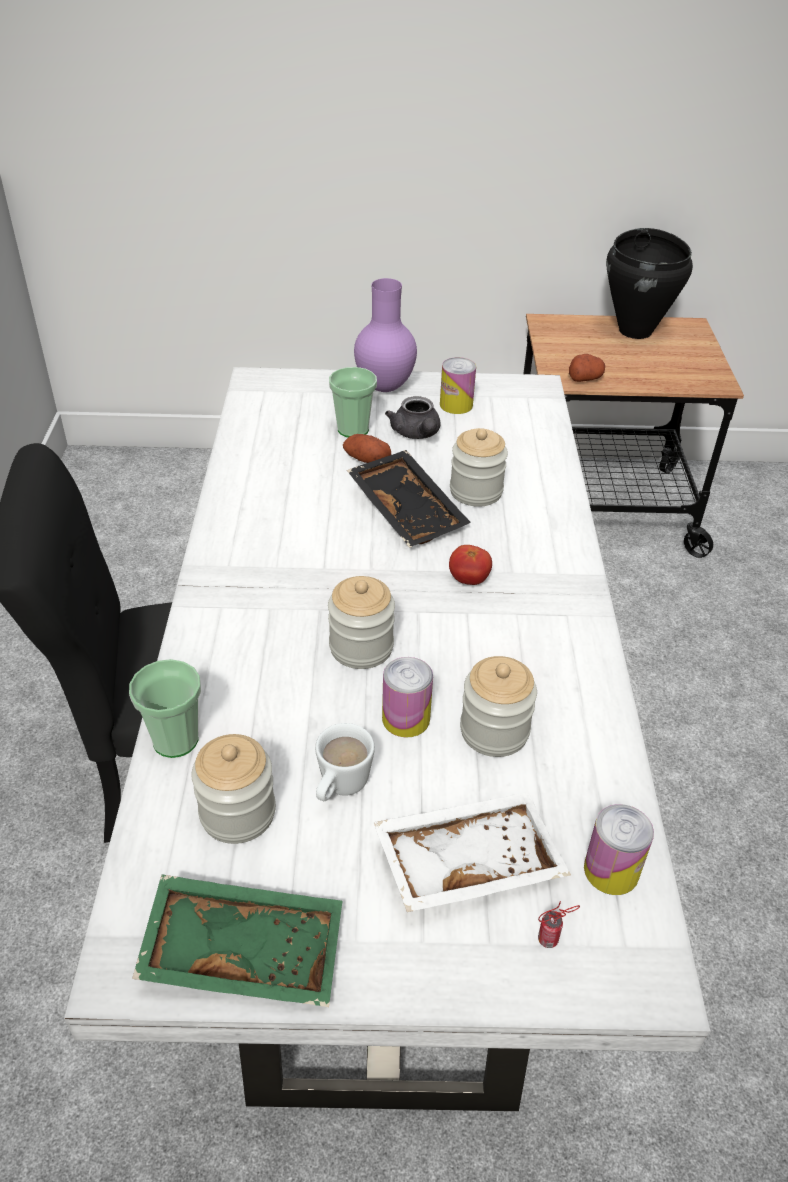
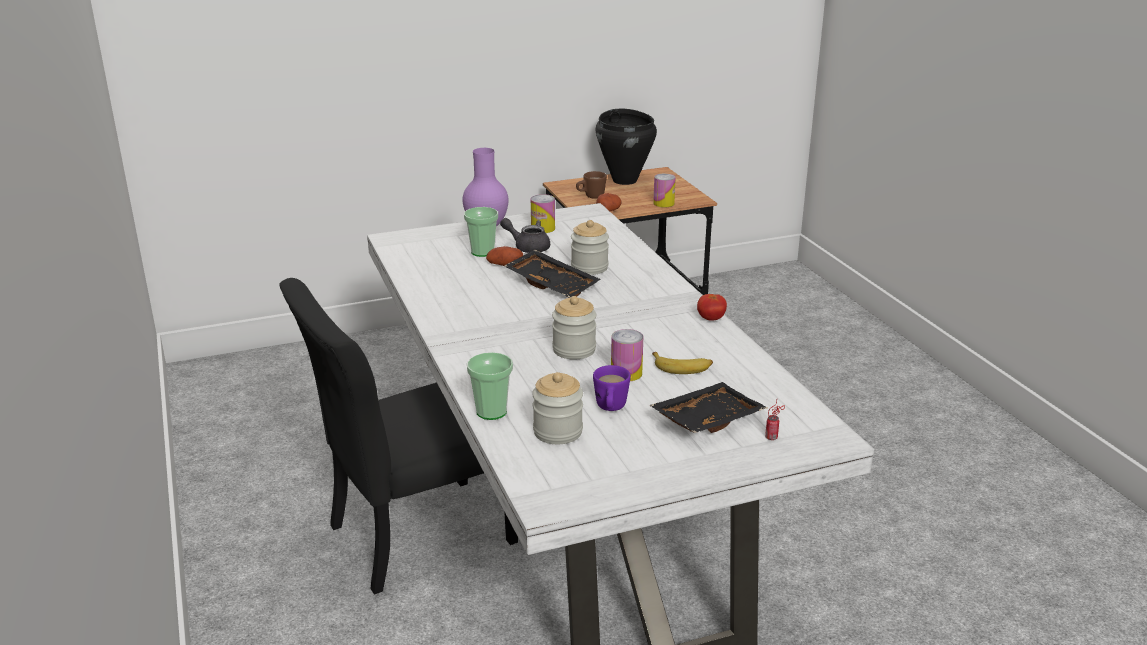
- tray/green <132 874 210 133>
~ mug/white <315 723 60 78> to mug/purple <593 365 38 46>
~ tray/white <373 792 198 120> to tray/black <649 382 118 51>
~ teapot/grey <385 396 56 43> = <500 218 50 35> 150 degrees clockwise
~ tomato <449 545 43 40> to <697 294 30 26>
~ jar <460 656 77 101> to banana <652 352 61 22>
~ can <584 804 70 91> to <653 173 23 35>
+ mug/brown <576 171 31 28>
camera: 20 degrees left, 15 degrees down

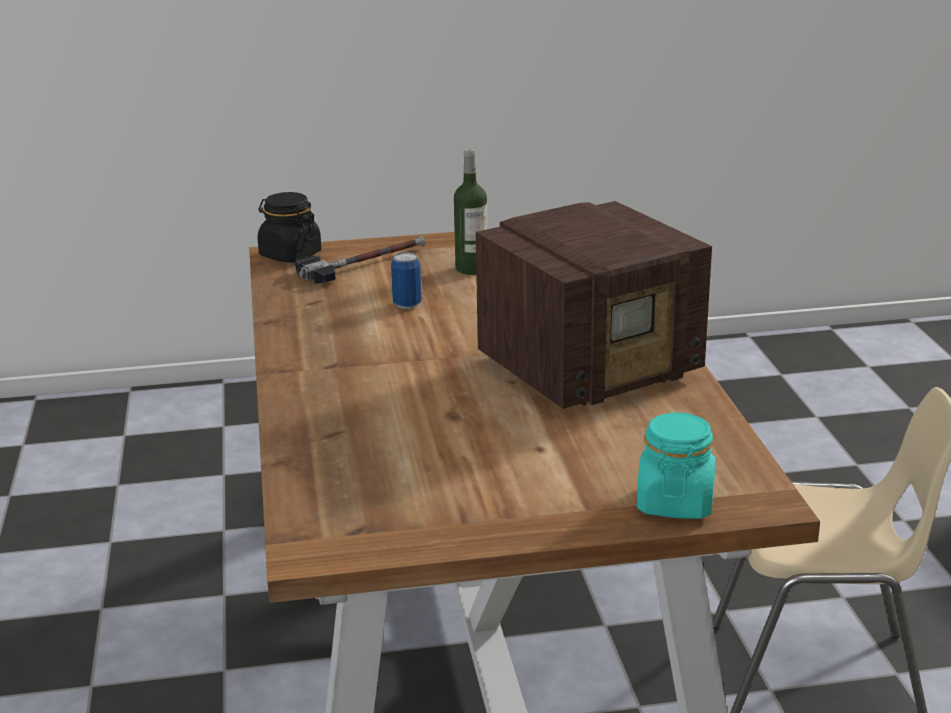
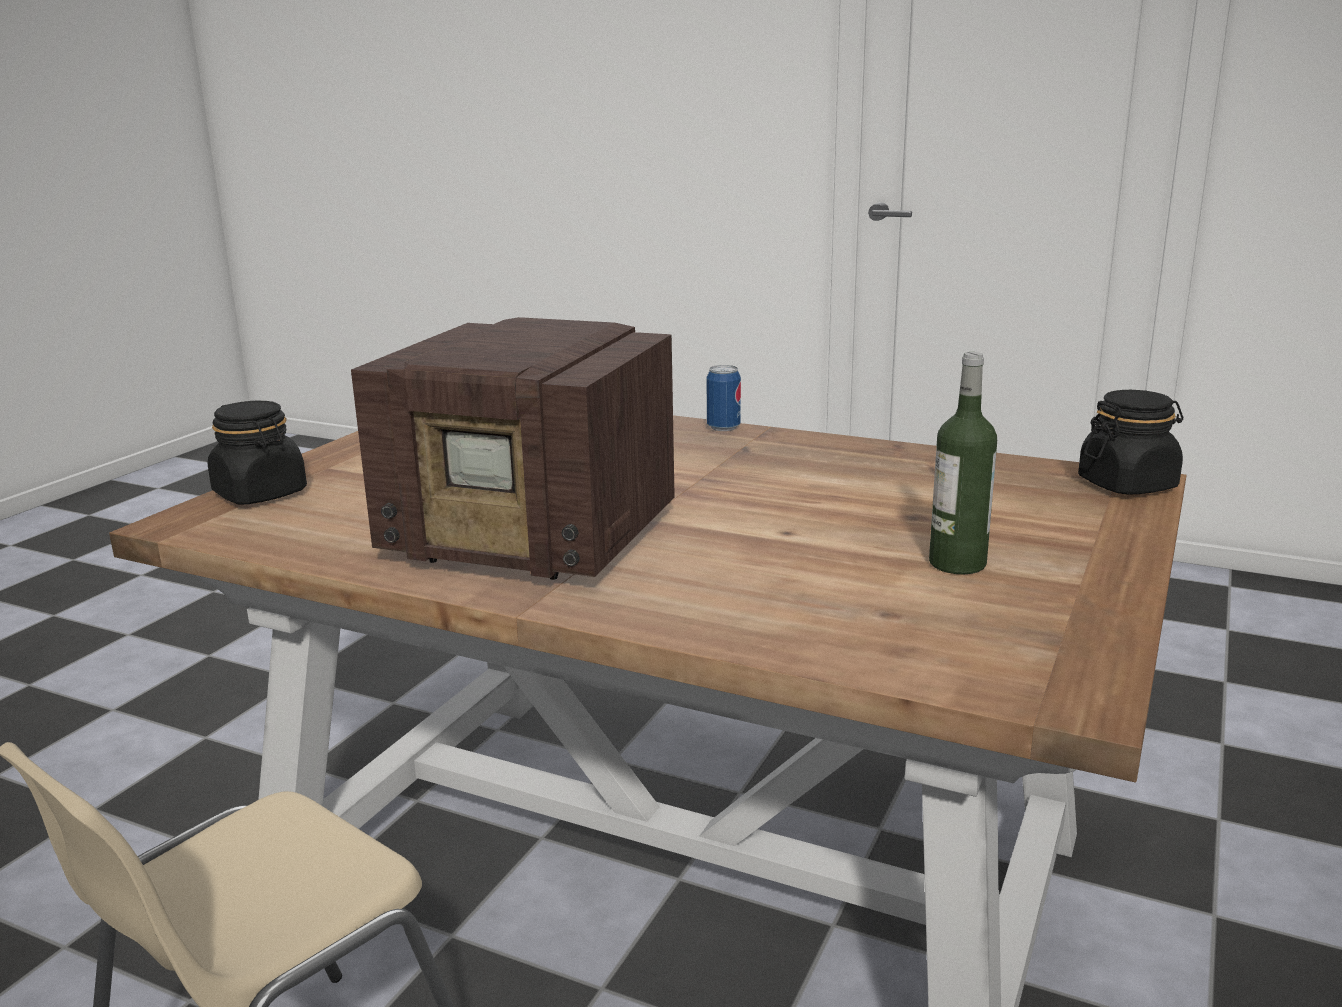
- hammer <295 236 130 48>
~ can <391 252 31 57> to <707 365 34 66>
~ radio <476 201 236 208> = <351 317 324 263> 75 degrees counterclockwise
~ jar/turquoise <637 412 79 107> to jar/black <208 401 99 103>
camera: 125 degrees right, 5 degrees down

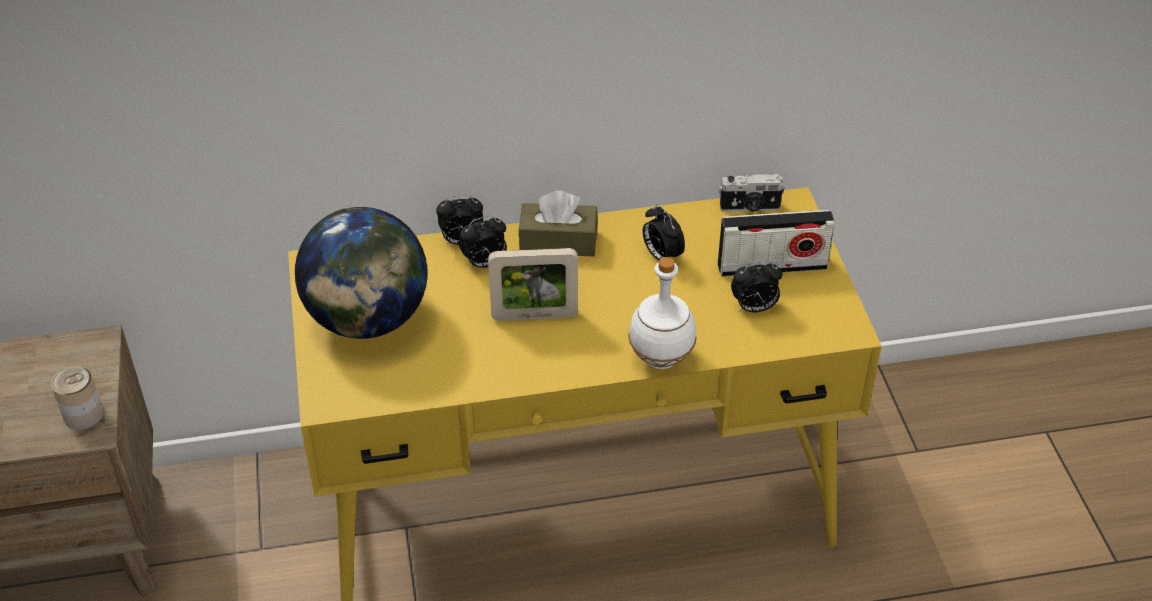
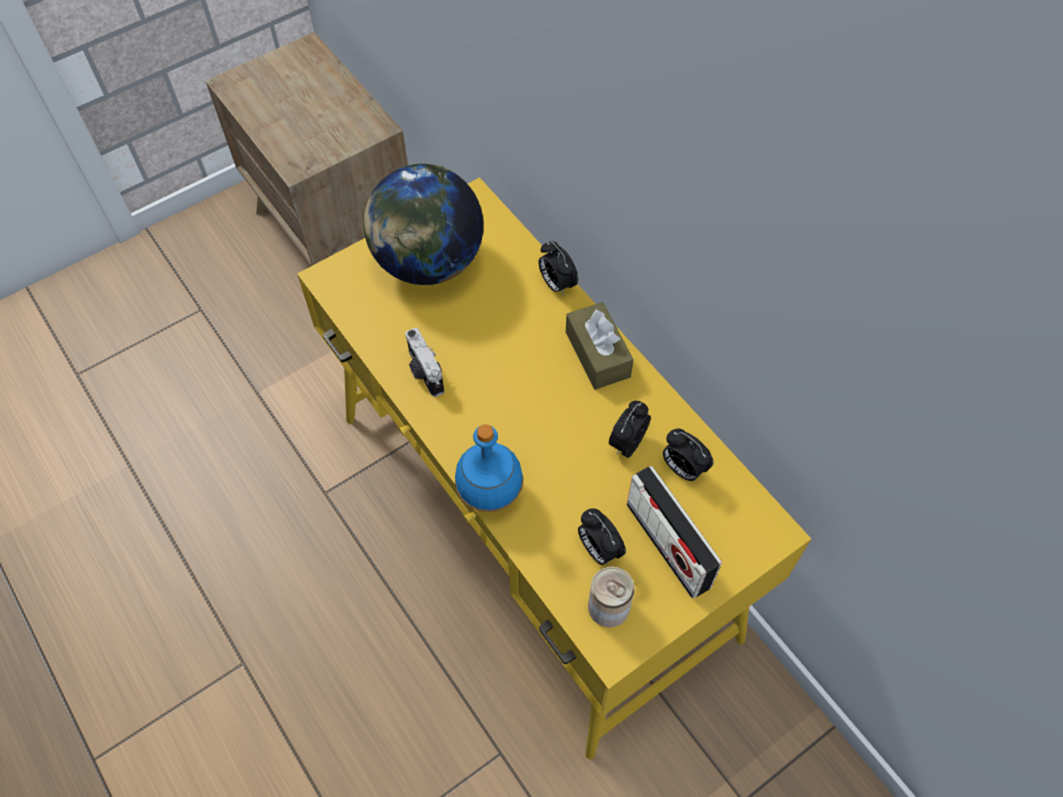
~ can <51 366 52 64> to <588 566 47 61>
~ alarm clock <459 216 48 53> to <663 429 50 52>
- picture frame <488 248 90 73>
~ bottle/white <628 257 68 112> to bottle/blue <455 424 68 88>
~ photo camera <719 174 66 38> to <405 328 39 69>
camera: 65 degrees right, 15 degrees up

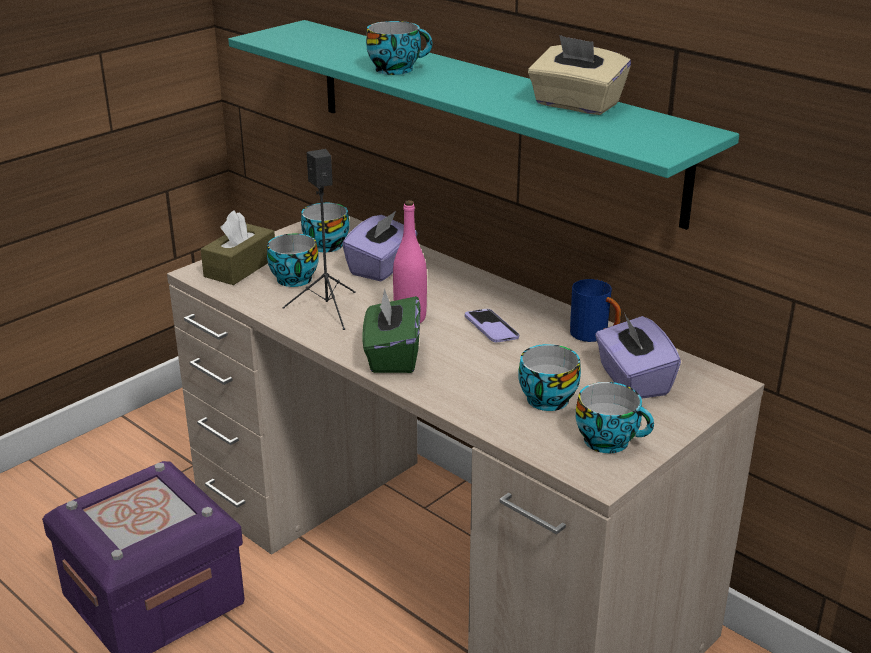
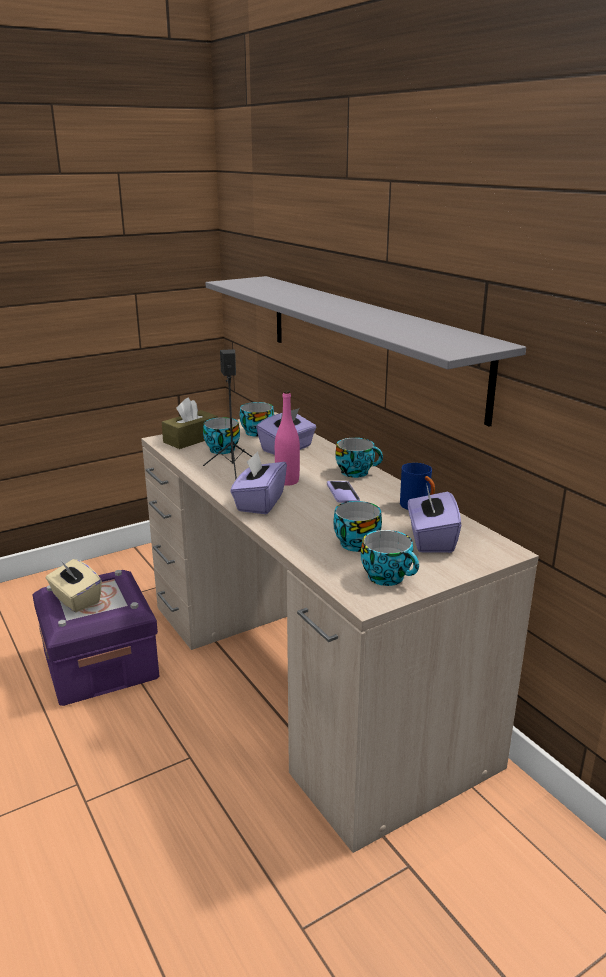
~ shelf/turquoise <228 20 511 210> to shelf/grey <206 276 320 151>
~ tissue box/green <362 288 58 85> to tissue box/purple <230 451 57 63>
~ cup <366 21 66 54> to <335 438 48 40>
~ tissue box/beige <528 35 103 80> to <46 559 56 53>
camera: 15 degrees right, 5 degrees down

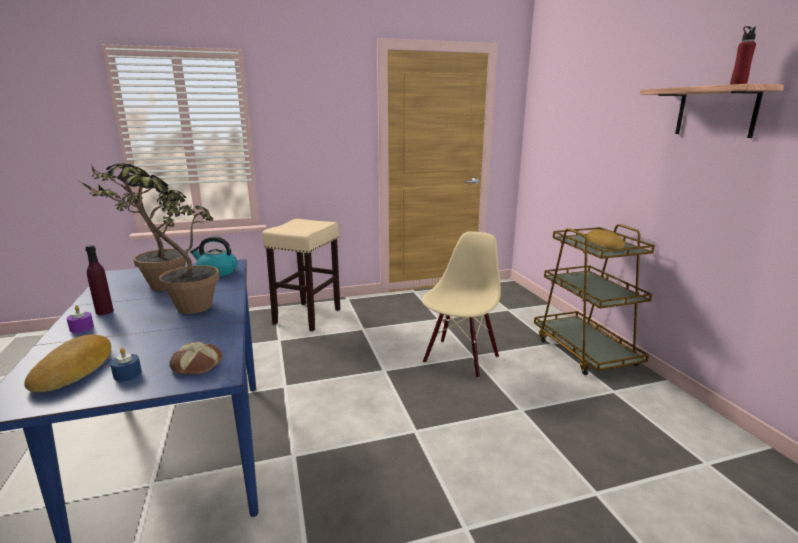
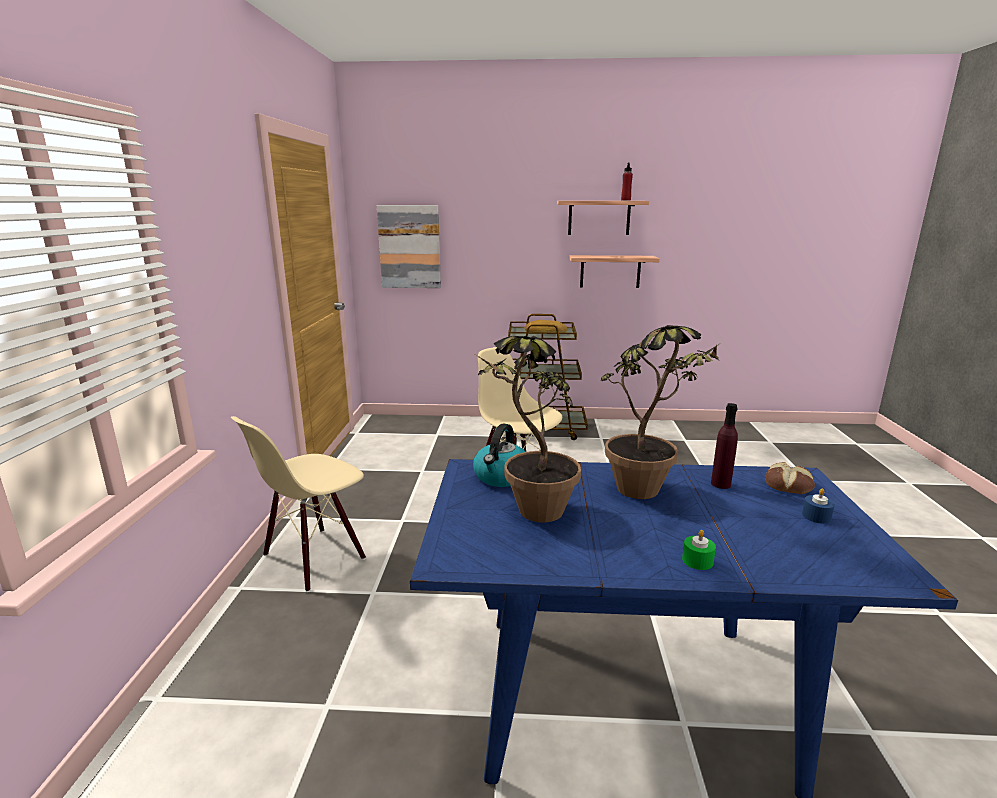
- bread <24 334 87 58>
~ candle/purple <66 306 28 27> to candle/green <682 530 34 40>
~ bottle/purple <85 245 29 70> to <711 403 27 86>
~ stool/beige <262 219 78 112> to chair/beige <231 416 135 176>
+ picture <377 205 64 83>
+ shelf <569 255 91 33>
camera: 70 degrees left, 0 degrees up

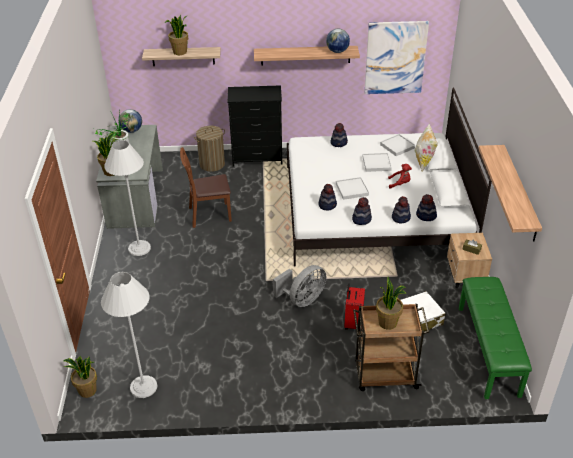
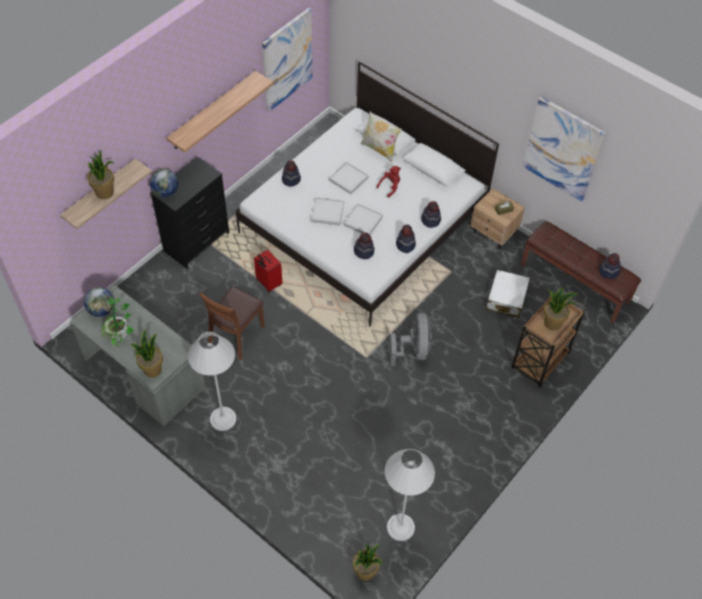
- laundry basket <194 126 31 46>
~ globe <326 29 24 24> to <149 169 29 28>
~ suitcase/red <344 284 21 46> to <254 249 28 43>
~ tray/white <380 134 35 22> to <311 197 33 29>
~ hat <416 194 21 27> to <599 253 22 26>
~ bench/green <459 277 73 122> to bench/brown <521 221 120 103>
~ shelf <478 145 64 97> to picture <523 97 82 105>
camera: 50 degrees left, 15 degrees up

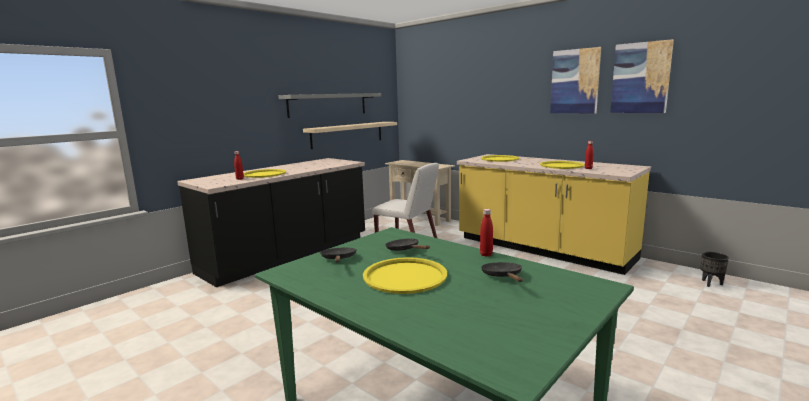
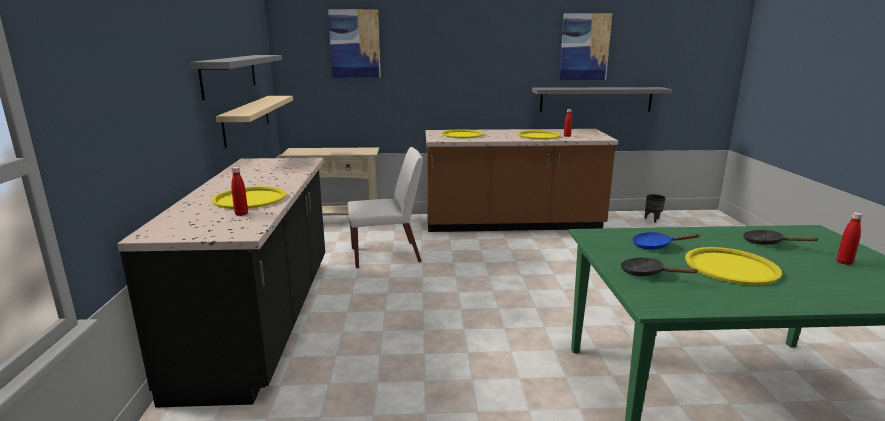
~ frying pan/black <385 239 45 12> to frying pan/blue <632 232 68 18>
~ counter/yellow <457 154 194 121> to counter/brown <426 129 192 103>
~ bottle/red <480 209 13 48> to <837 212 26 53>
~ picture <550 47 51 66> to <328 9 53 69>
+ shelf/grey <532 87 140 25>
camera: 45 degrees left, 5 degrees up

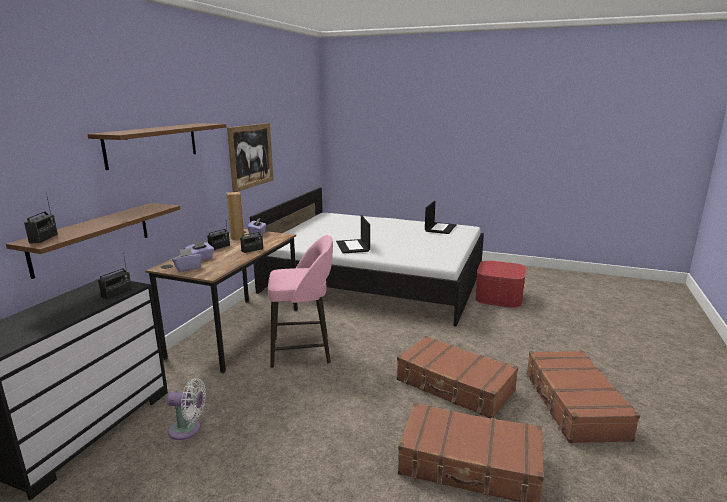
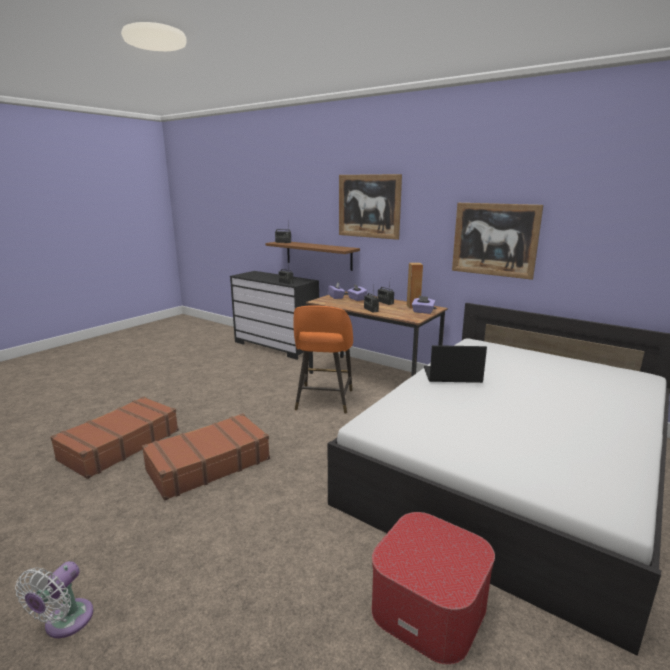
~ shelf/brown <87 123 139 47> to picture <339 174 63 66>
~ fan/white <167 378 39 62> to <15 561 78 77>
~ stool/pink <268 235 65 133> to stool/orange <293 305 60 109>
- laptop <425 201 31 33>
- suitcase/brown <526 350 114 93>
camera: 105 degrees right, 0 degrees up

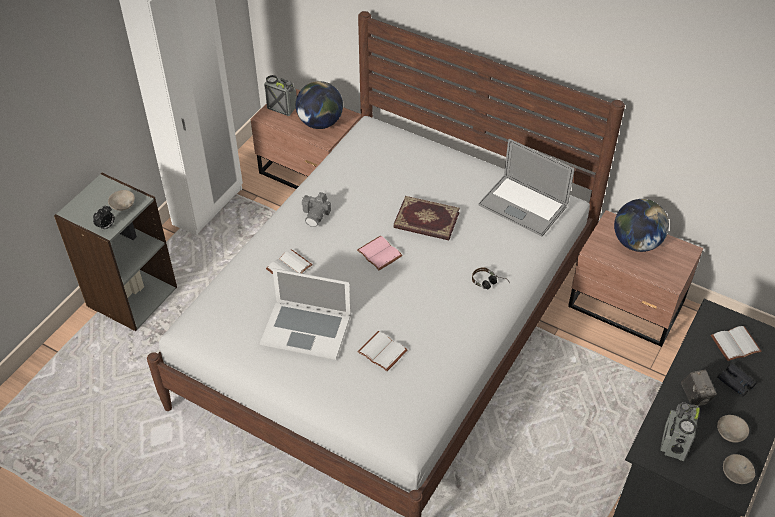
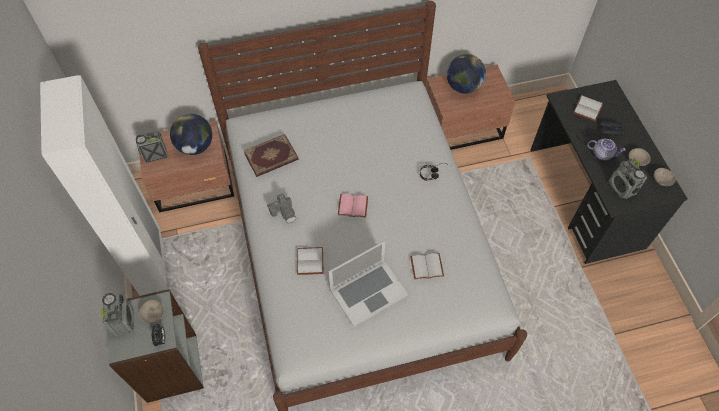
~ book <393 196 67 44> to <244 134 54 43>
- laptop <478 139 97 97>
~ photo camera <681 369 36 38> to teapot <587 139 39 22>
+ radio <102 293 32 43>
camera: 45 degrees left, 10 degrees up

